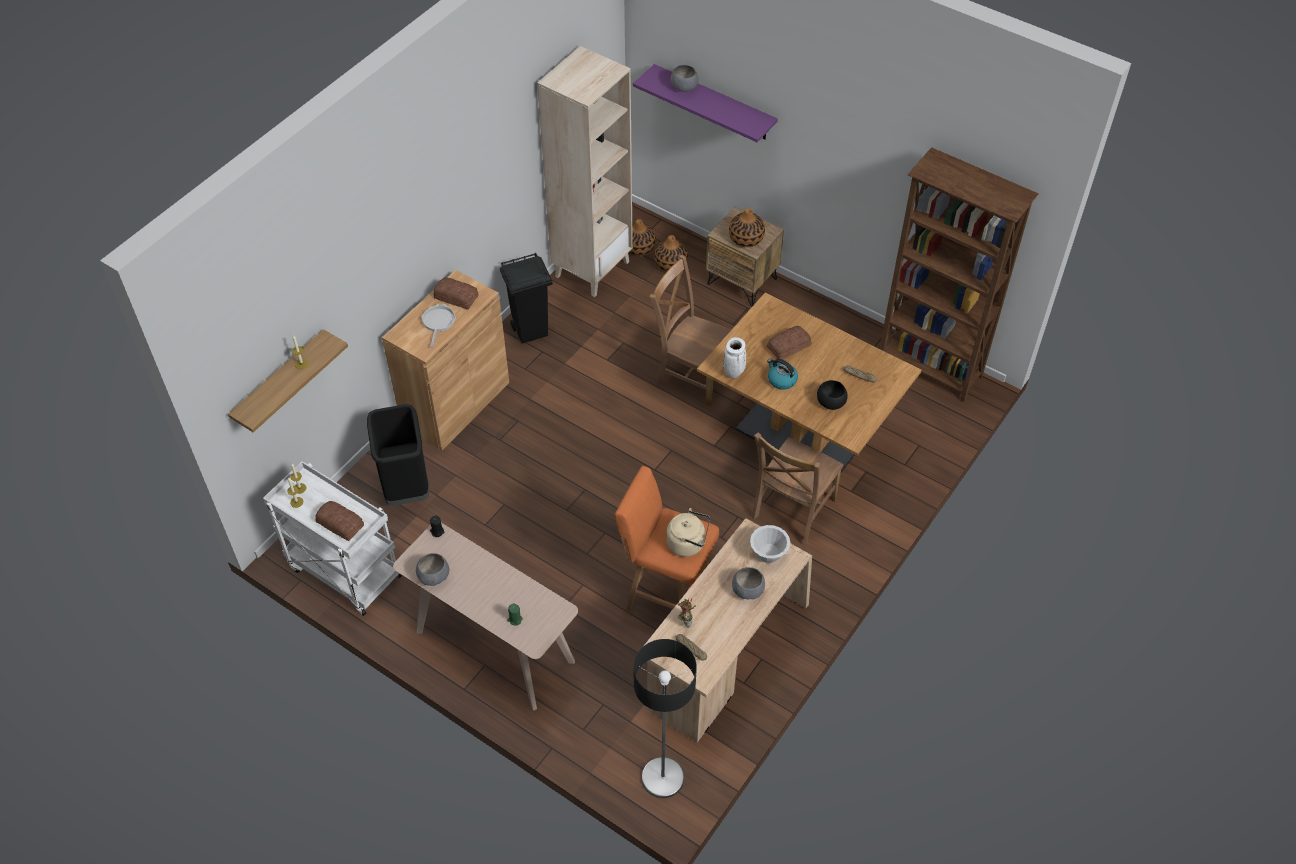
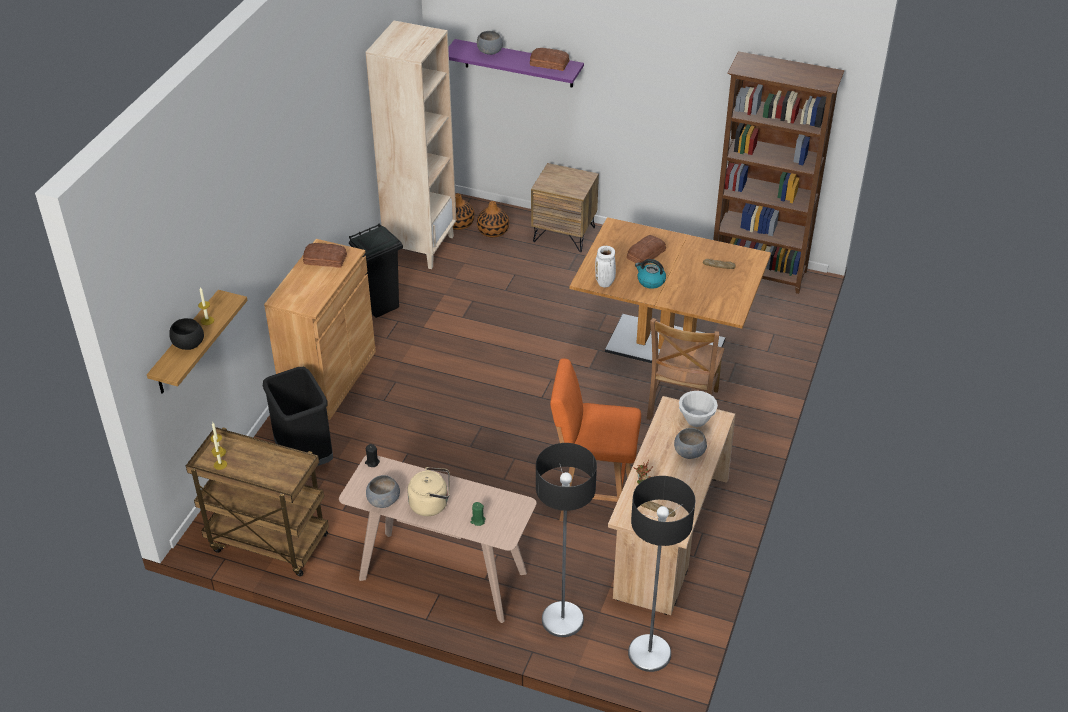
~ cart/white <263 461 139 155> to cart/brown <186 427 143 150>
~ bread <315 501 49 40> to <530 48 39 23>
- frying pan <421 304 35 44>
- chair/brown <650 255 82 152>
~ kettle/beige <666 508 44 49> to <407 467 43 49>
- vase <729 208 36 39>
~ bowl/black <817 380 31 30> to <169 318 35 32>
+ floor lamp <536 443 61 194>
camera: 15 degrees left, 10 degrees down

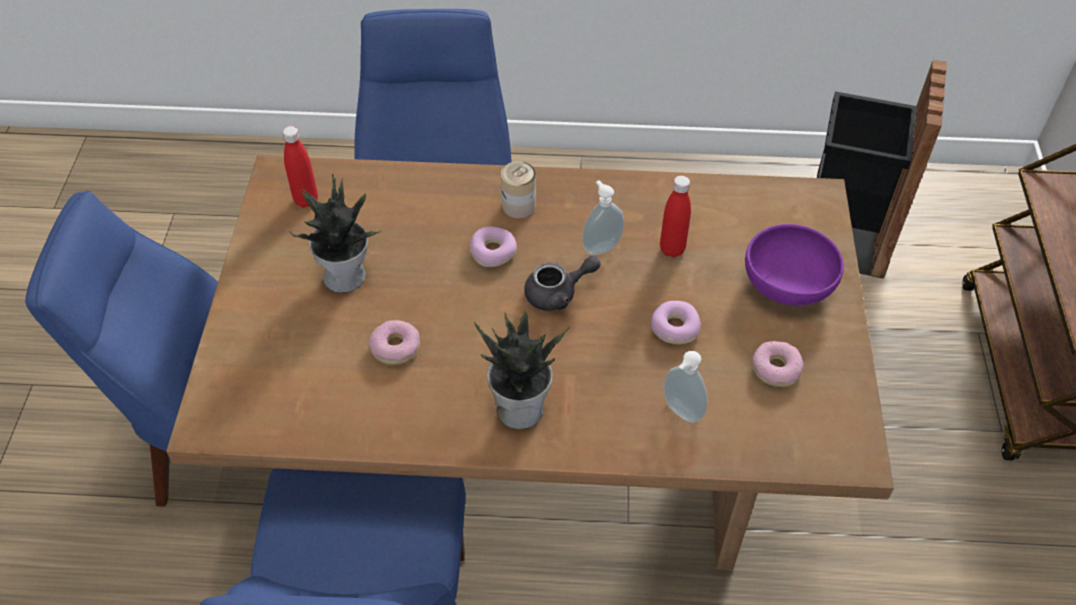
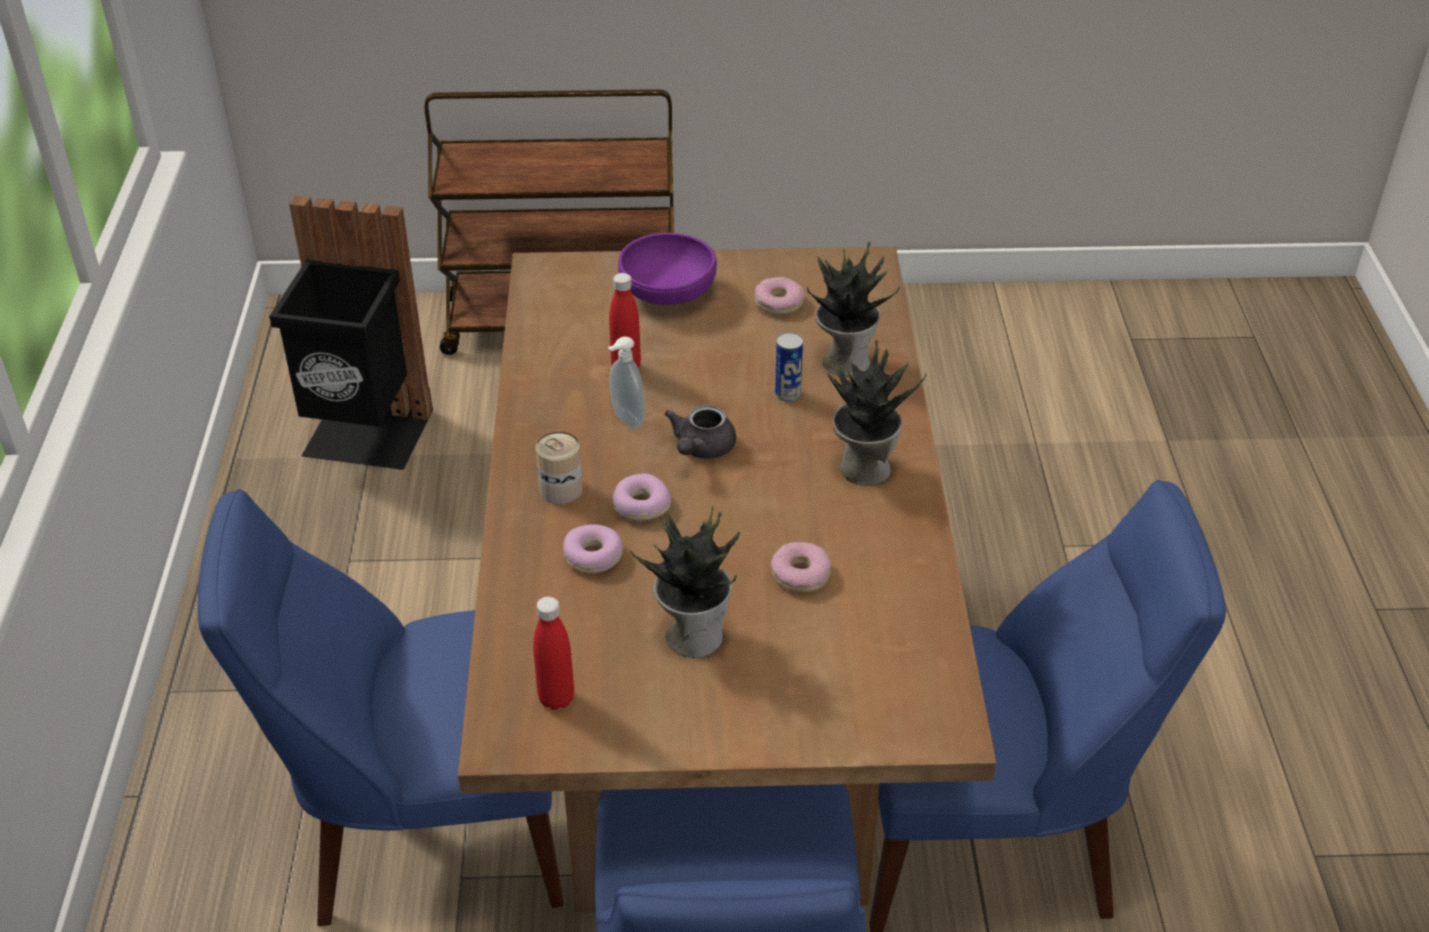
~ teapot/grey <524 256 76 55> = <665 404 71 55> 135 degrees counterclockwise
~ donut <651 301 50 43> to <563 524 61 49>
~ soap dispenser <664 351 43 72> to potted plant <807 242 93 135>
+ can <775 333 28 69>
camera: 95 degrees left, 10 degrees down

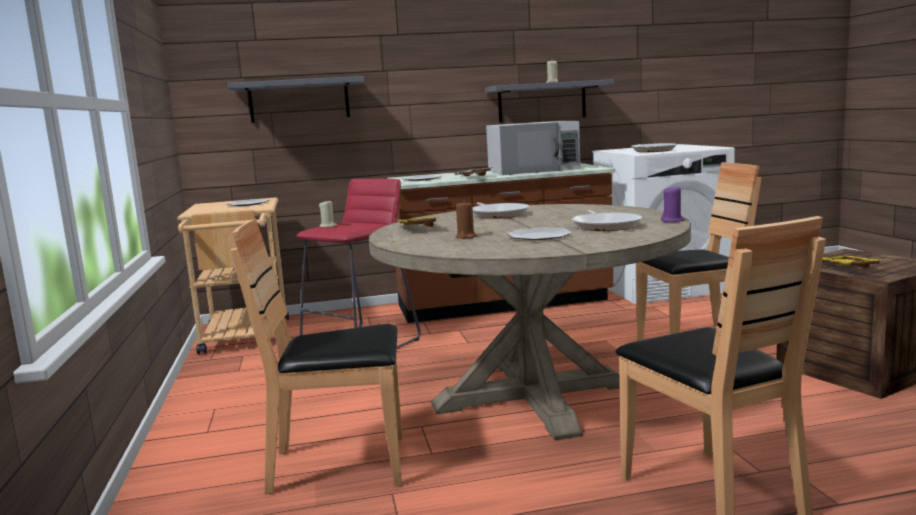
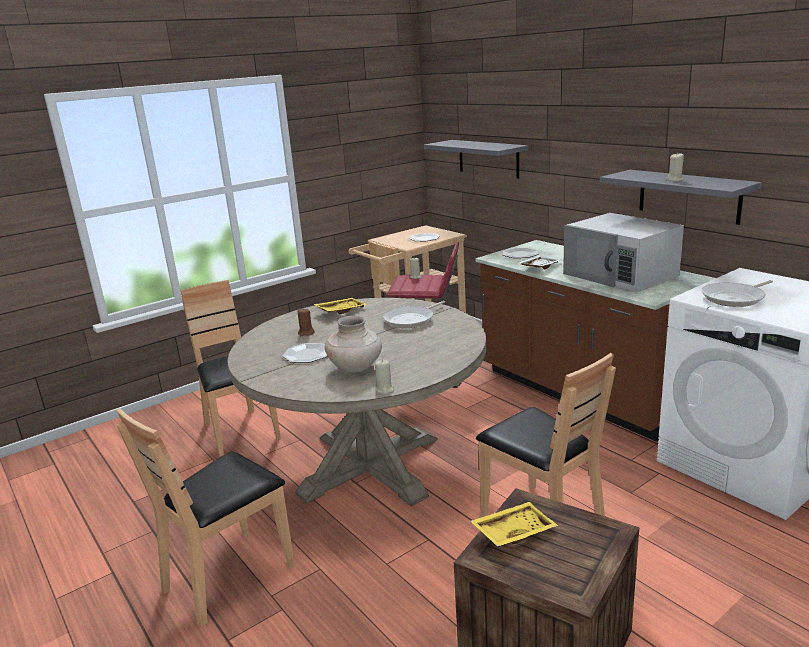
~ frying pan <572 209 70 22> to vase/beige <325 316 57 57>
~ candle/purple <661 185 23 37> to candle/beige <375 359 19 35>
camera: 65 degrees right, 10 degrees up

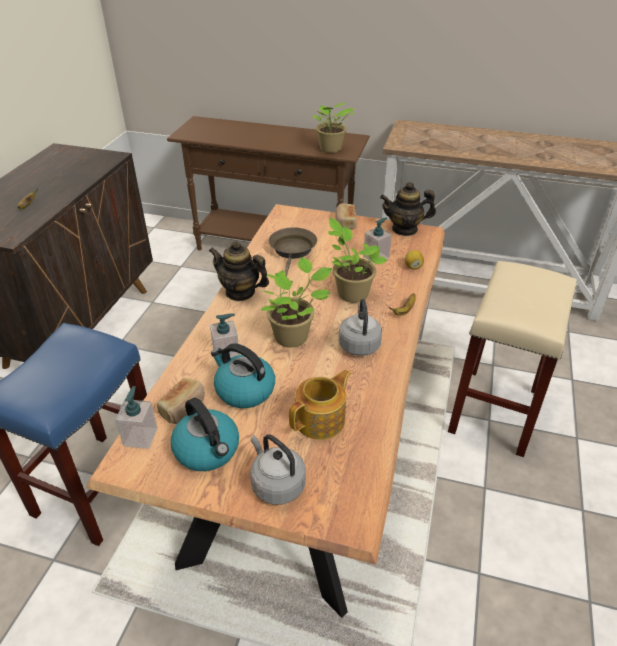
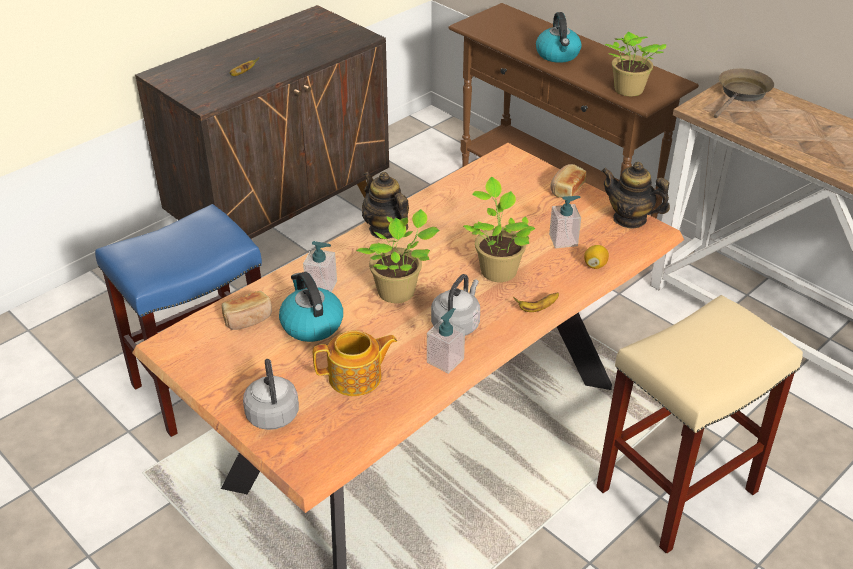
~ soap dispenser <115 386 43 63> to <427 308 38 66>
~ kettle <171 397 68 74> to <536 12 45 51>
~ frying pan/brown <269 227 48 50> to <714 68 60 50>
camera: 30 degrees right, 0 degrees up

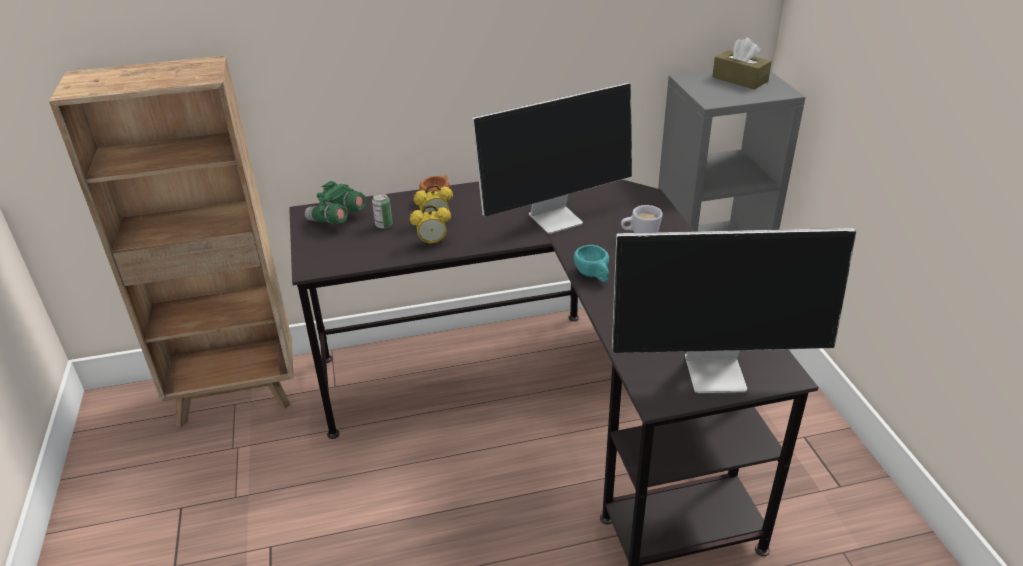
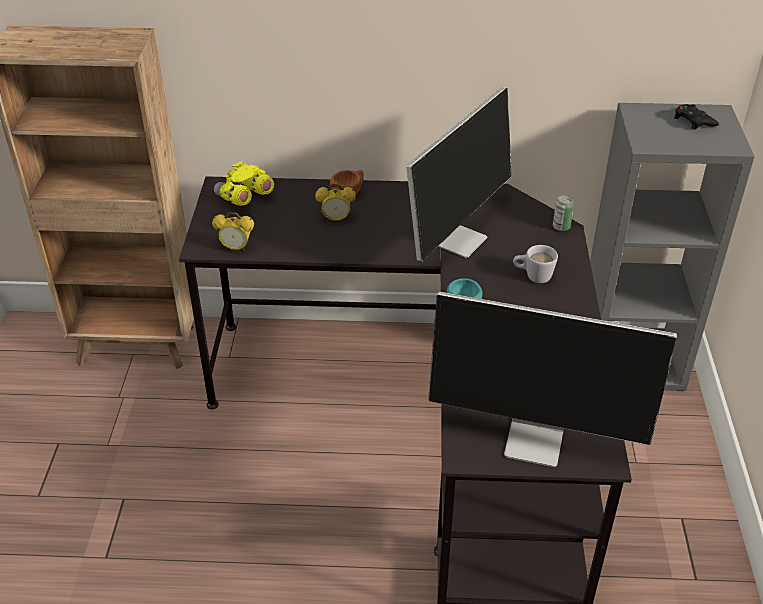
~ binoculars/green <305 181 61 43> to binoculars/yellow <214 161 60 45>
~ can <372 193 21 36> to <553 195 21 36>
~ alarm clock <410 205 41 41> to <212 212 42 39>
~ monitor <472 83 160 151> = <406 87 105 174> 45 degrees counterclockwise
~ tissue box/brown <712 38 60 51> to game controller/black <674 104 45 26>
camera: 15 degrees right, 5 degrees up

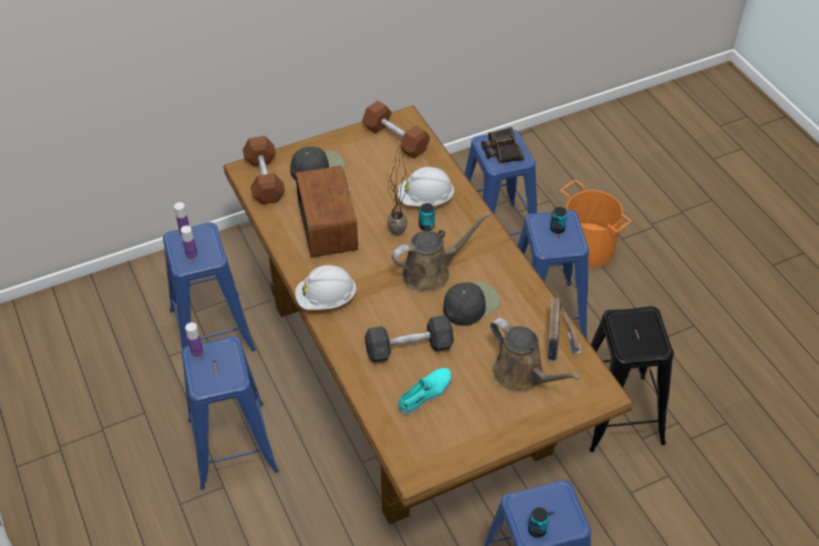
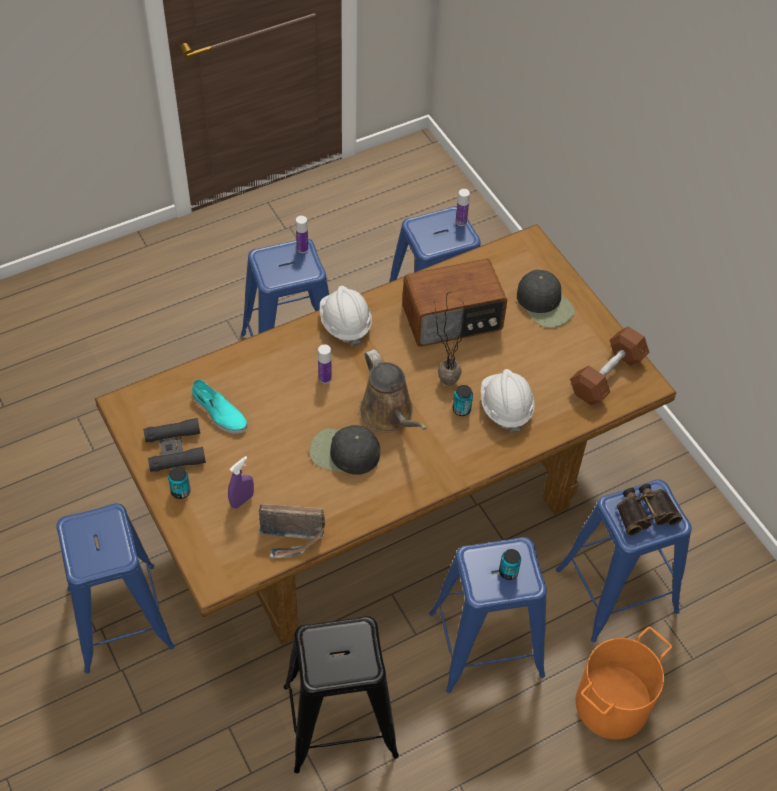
~ bottle <181 226 16 35> to <318 344 14 40>
- dumbbell/brown <243 136 42 69>
- dumbbell/grey <365 315 89 48>
~ cap/black <443 281 58 45> = <309 425 71 50> 150 degrees clockwise
~ watering can/brown <490 318 90 75> to spray bottle/purple <228 456 26 53>
~ can <528 507 21 31> to <168 467 23 32>
+ binoculars/black <143 418 63 54>
camera: 85 degrees right, 5 degrees up

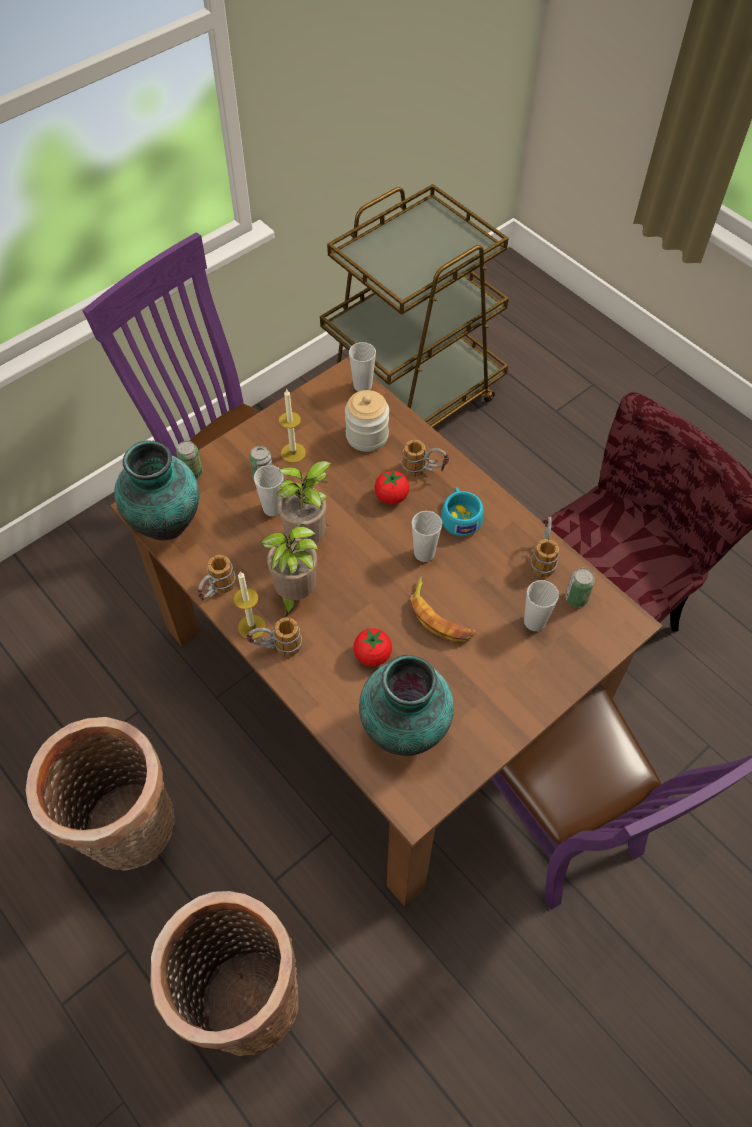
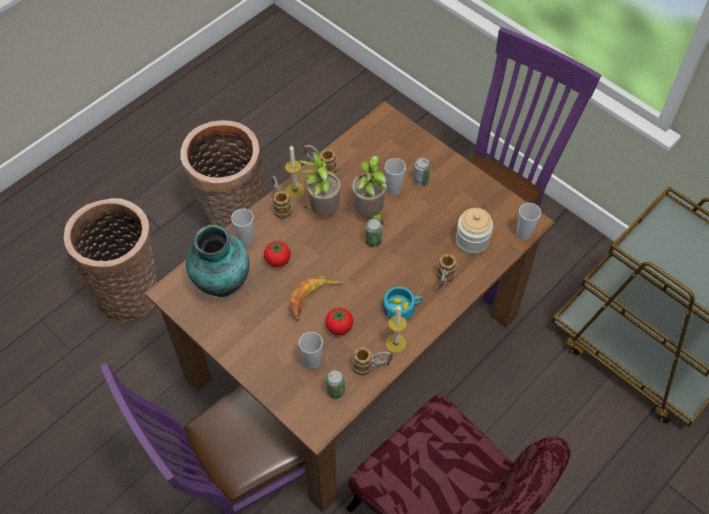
- vase <114 440 85 100>
~ can <176 441 27 38> to <365 219 17 28>
~ candle <279 389 27 74> to <386 305 21 48>
~ tomato <374 469 35 35> to <325 308 28 27>
~ cup <412 511 30 51> to <231 208 23 38>
camera: 85 degrees right, 0 degrees up

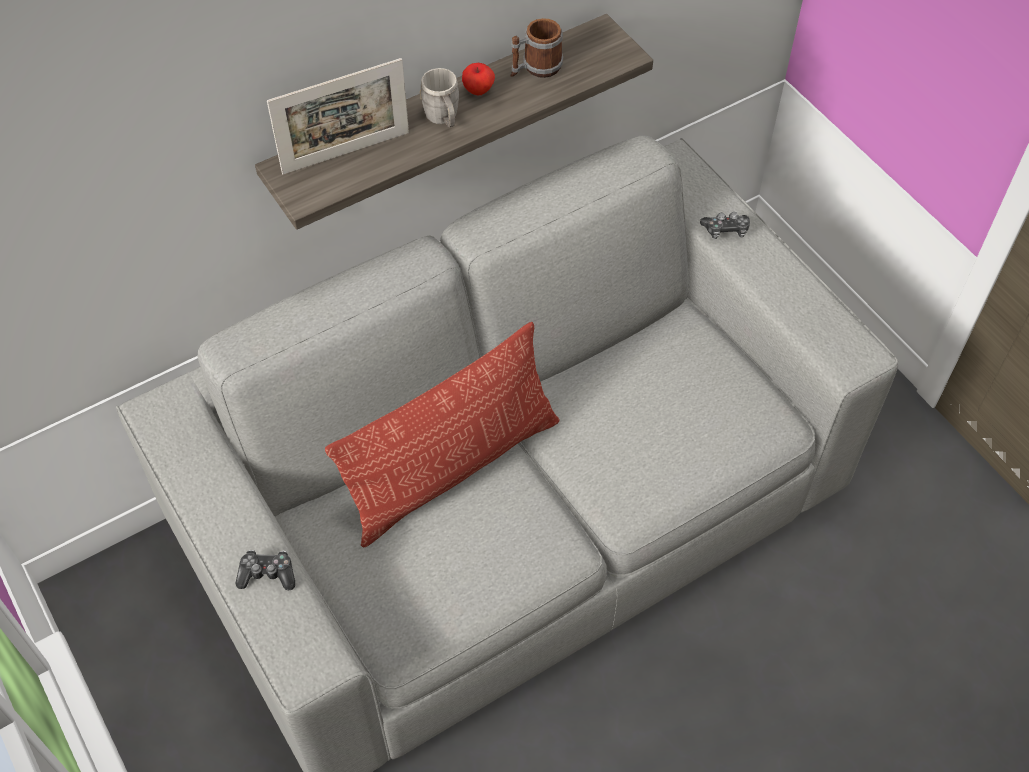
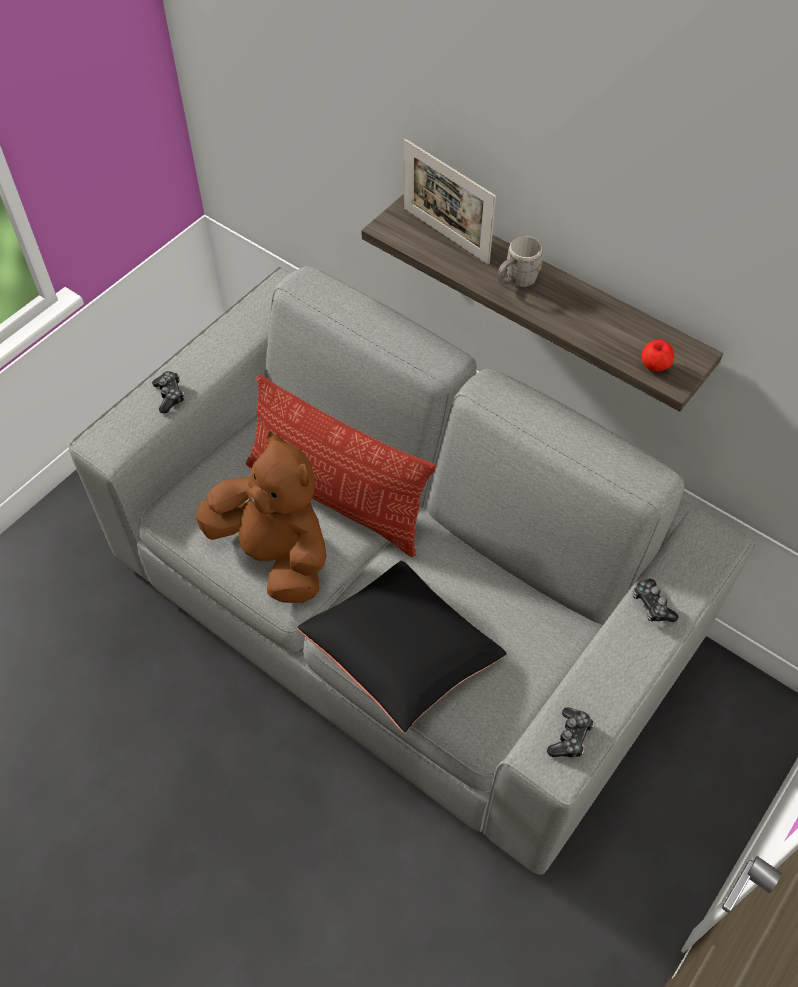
~ apple <462 63 33 32> to <642 340 32 32>
- mug <511 18 52 60>
+ plush toy/brown <196 431 131 172>
+ pillow/black <297 561 210 172>
+ game controller <547 707 47 50>
camera: 70 degrees right, 0 degrees up

